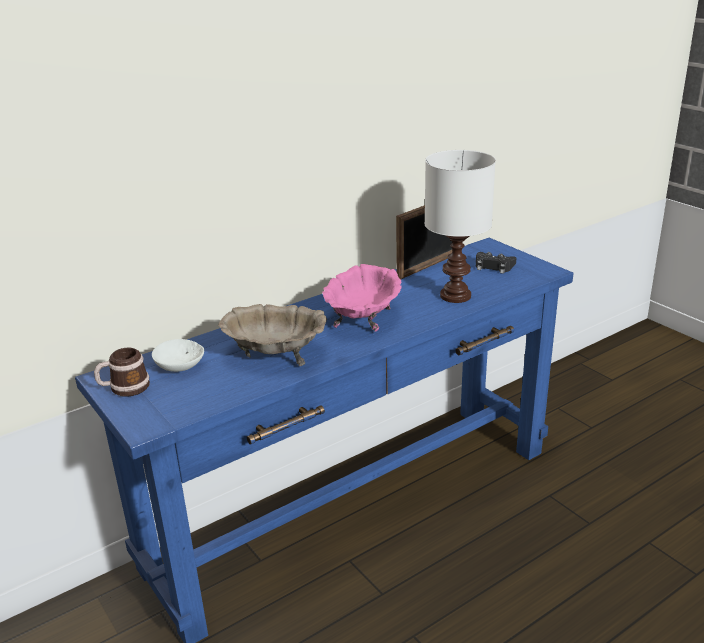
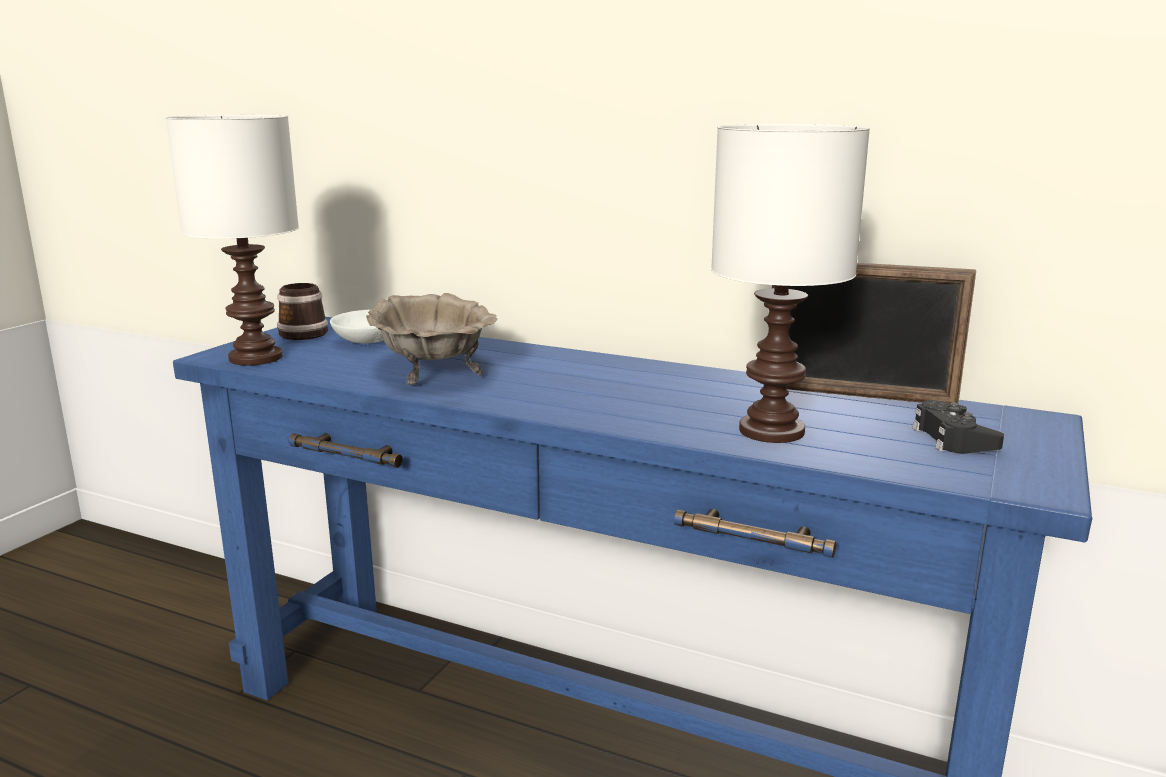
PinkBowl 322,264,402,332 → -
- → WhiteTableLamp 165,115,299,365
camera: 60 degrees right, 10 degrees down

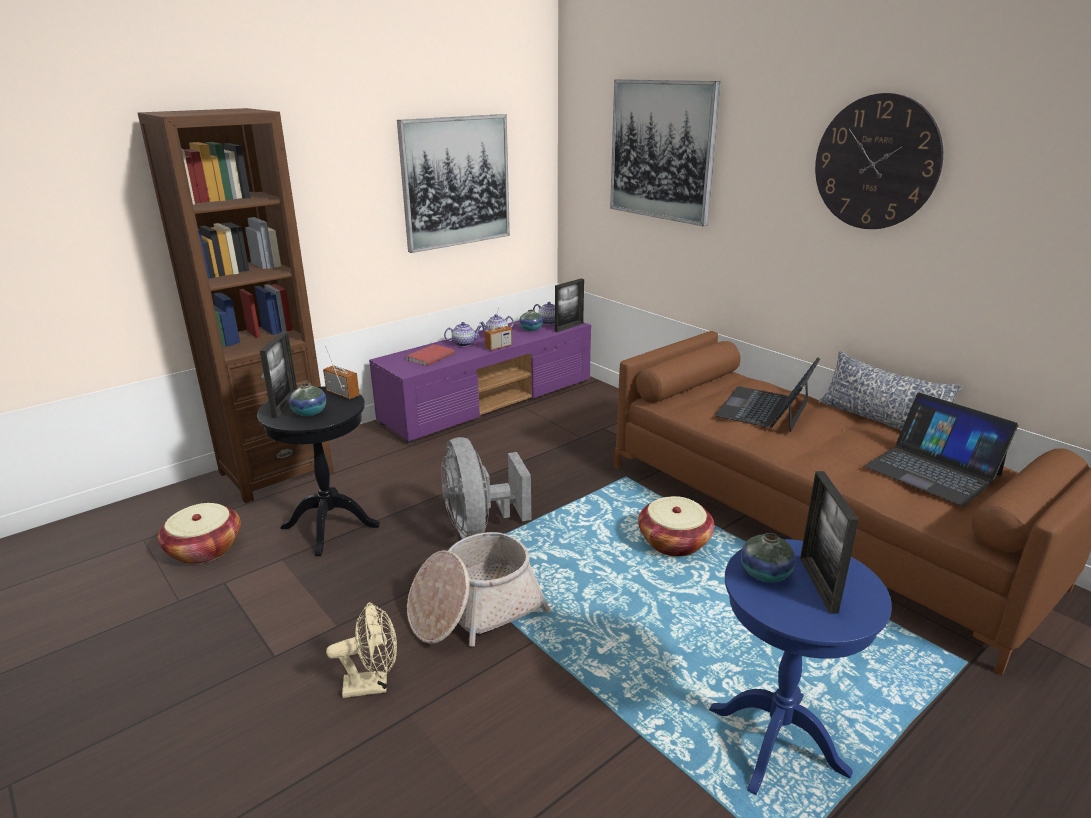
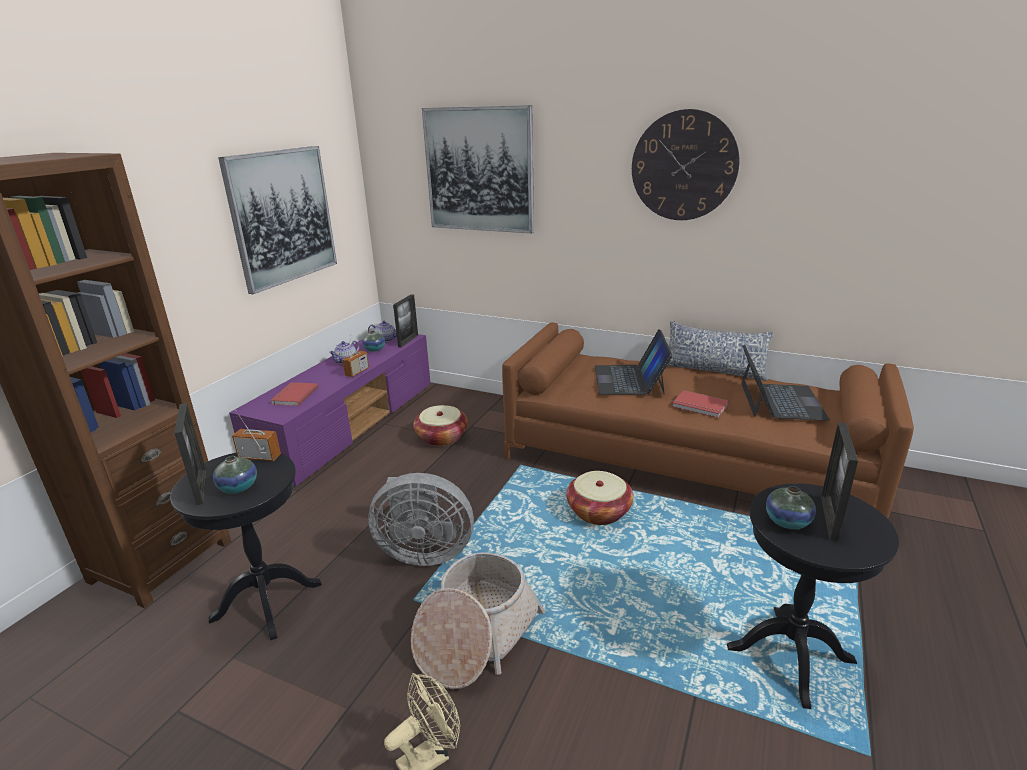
Teapot 444,322,482,347 → -
Laptop 865,393,1018,506 → Laptop 741,345,830,421, 105 degrees counterclockwise
GreyFan 441,437,532,539 → GreyFan 368,473,474,566, 45 degrees counterclockwise
PictureFrame 800,471,859,614 → PictureFrame 821,422,858,541, 45 degrees clockwise
Basket 158,503,241,564 → Basket 413,405,468,446, relocated
BlueSideTable 709,539,892,795 → BlackSideTable 727,483,899,709
- → RedBook 672,390,729,418
camera: 25 degrees left, 0 degrees up

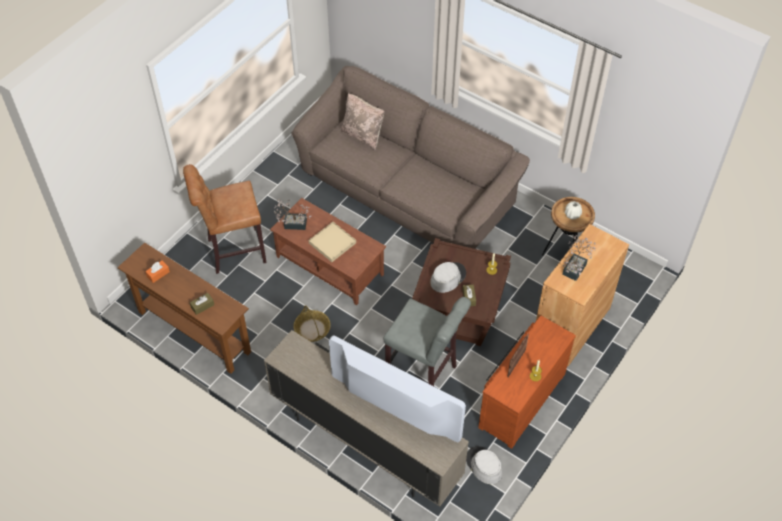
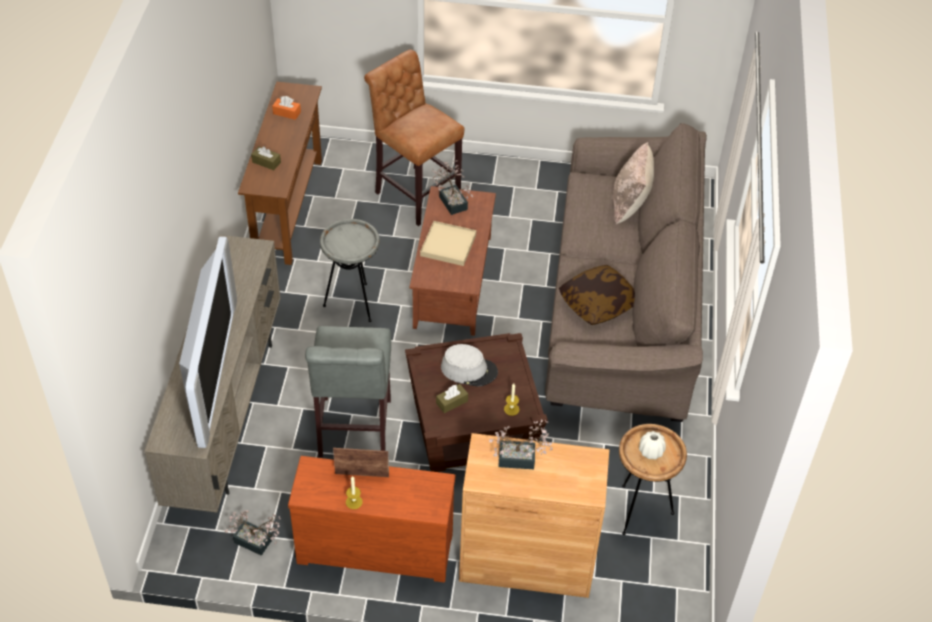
Basket 294,305,331,342 → GreySideTable 320,219,380,322
GreyHat 466,446,503,484 → PottedPlant 224,510,281,556
- → Pillow 559,265,635,325
camera: 60 degrees right, 5 degrees down

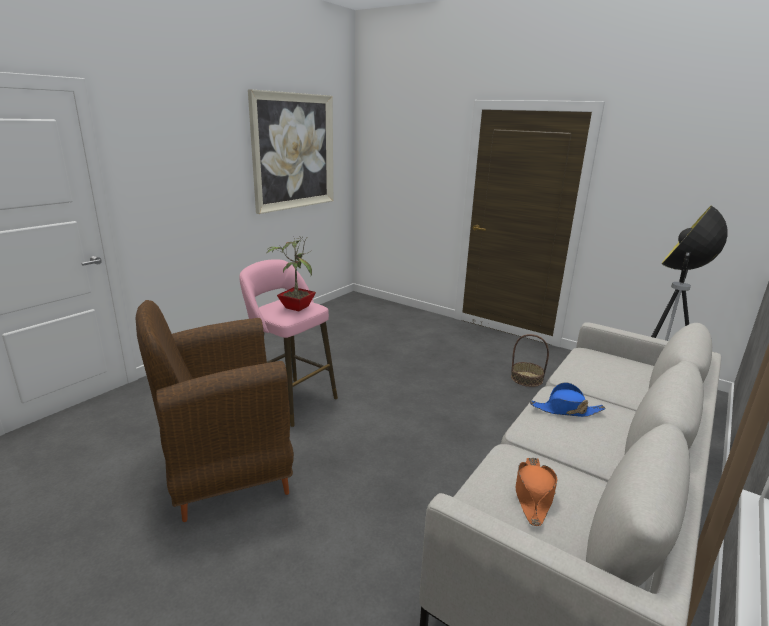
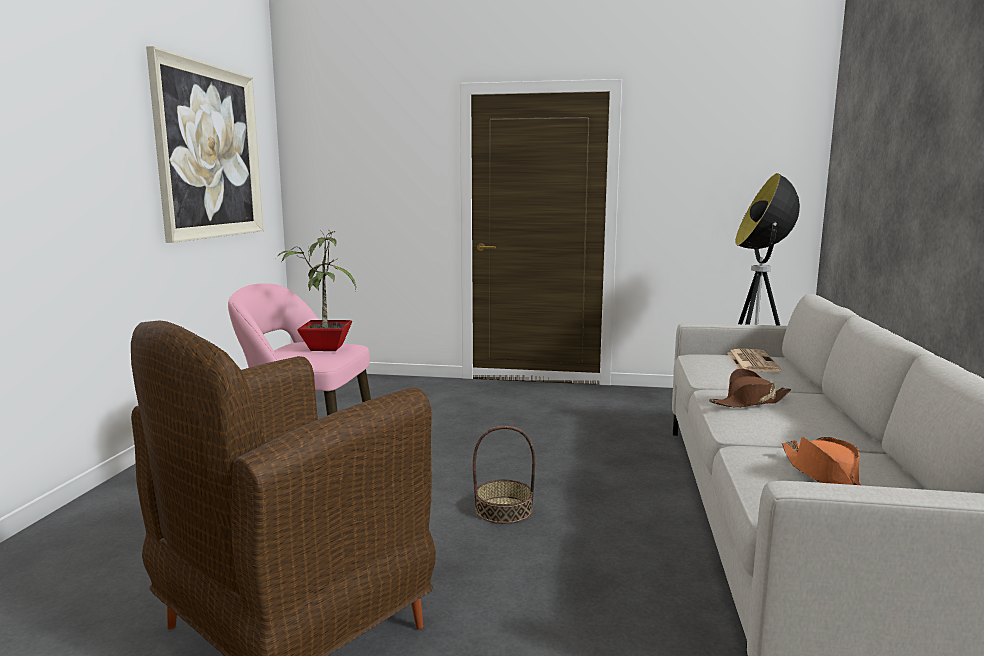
Basket 511,334,549,387 → Basket 473,426,535,524, relocated
BlueHat 530,382,605,417 → BrownHat 709,368,791,408
- → Newspaper 727,349,781,372
camera: 25 degrees left, 10 degrees down

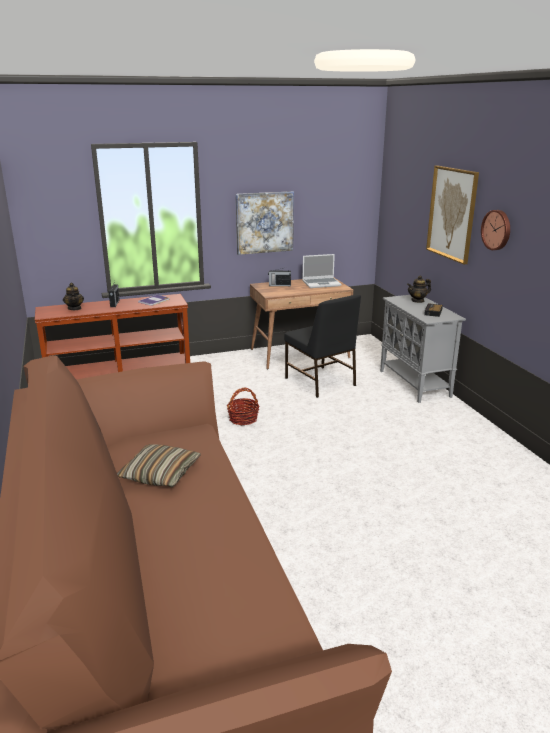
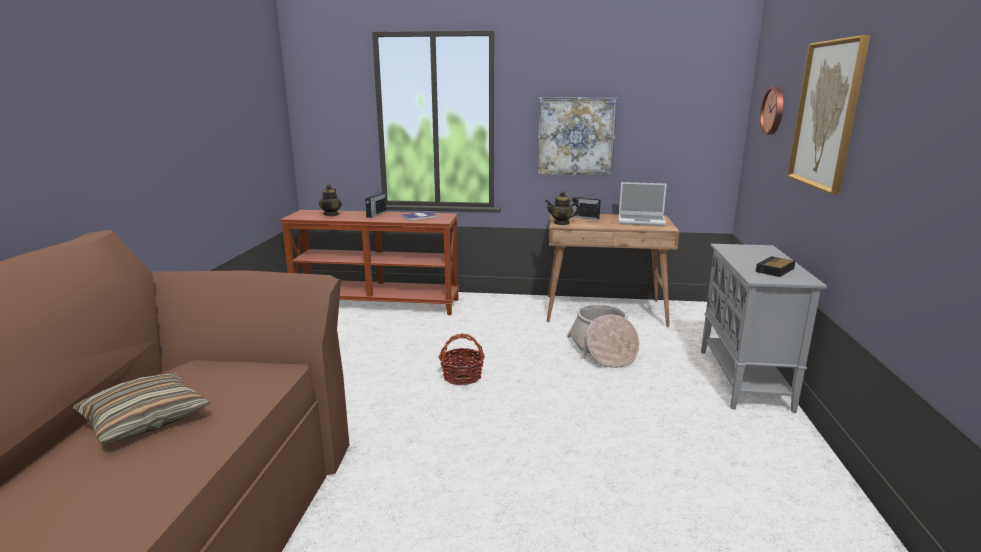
WallClock 481,210,510,250 → WallClock 760,87,784,135, relocated
Teapot 407,275,431,303 → Teapot 545,191,580,225, relocated
BlackChair 284,295,361,398 → Basket 567,305,639,368
camera: 25 degrees right, 5 degrees down

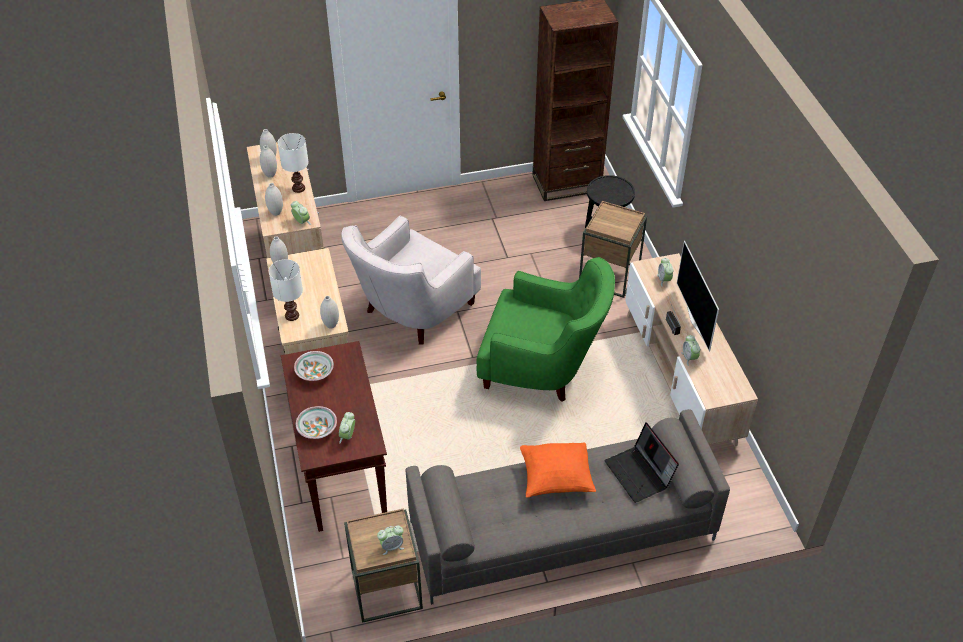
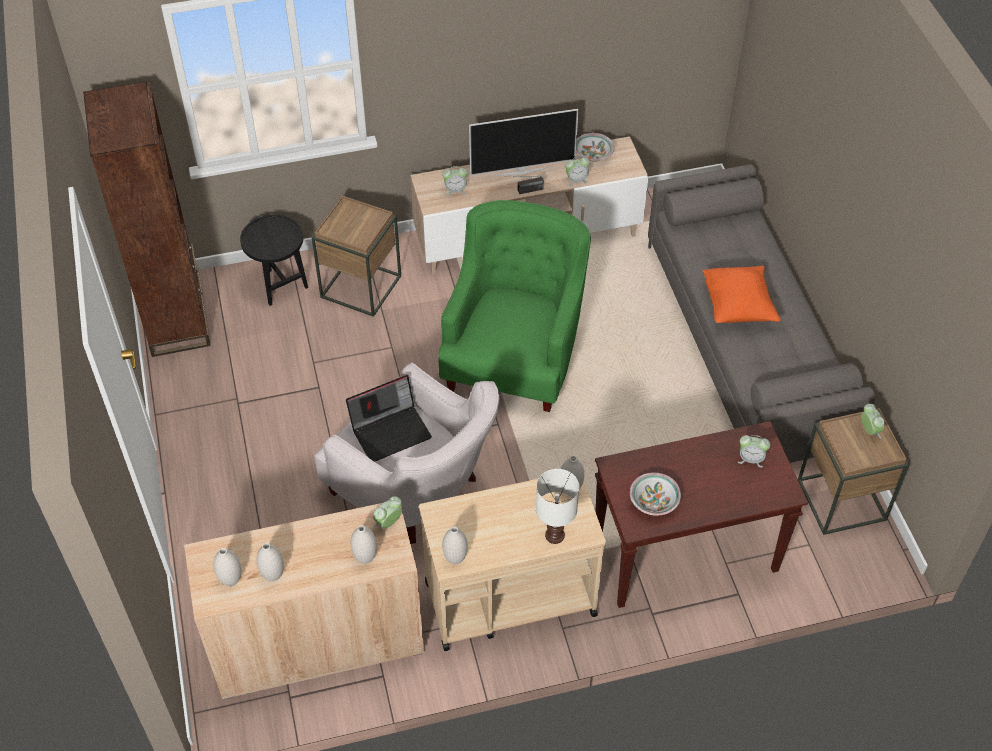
WhiteTableLamp 278,133,309,193 → -
Bowl 296,406,337,439 → Bowl 576,133,614,161, relocated
Laptop 604,422,679,503 → Laptop 346,375,432,462, relocated
camera: 90 degrees left, 5 degrees up

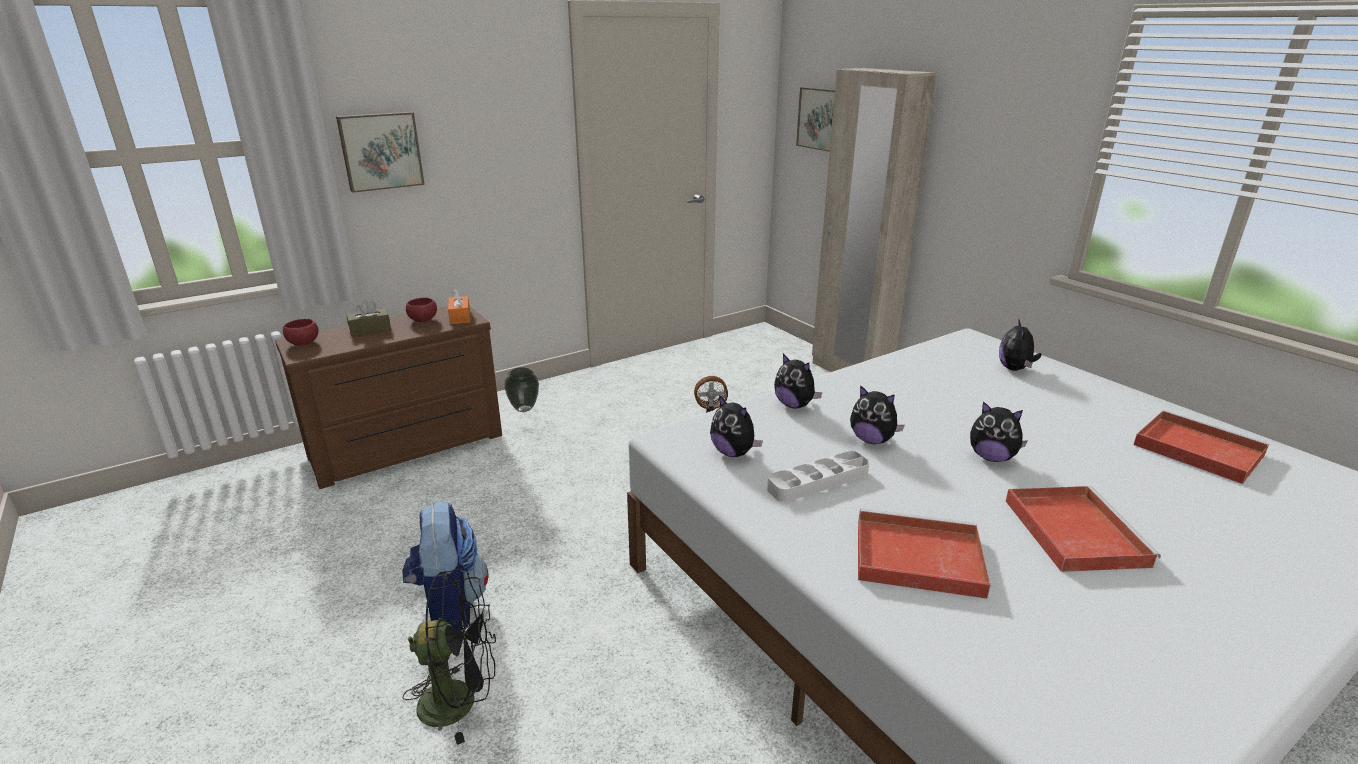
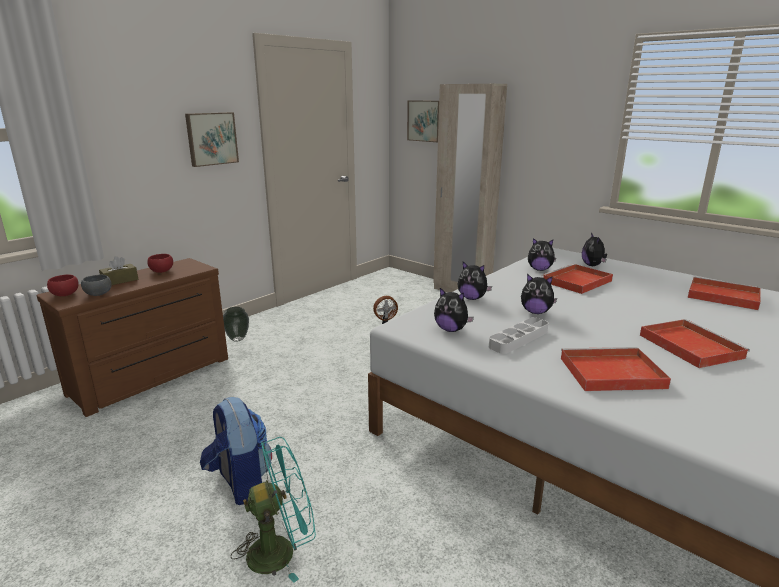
Picture 336,112,425,193 → Picture 185,112,239,167, relocated
OrangeTissueBox 448,288,470,324 → -
PlushToy 970,401,1028,462 → PlushToy 528,238,556,271, relocated
BlackFan 403,568,496,745 → TurquoiseFan 231,437,316,583
- → RedTray 542,264,613,294
- → GreyBowl 81,275,112,296
camera: 15 degrees left, 5 degrees down

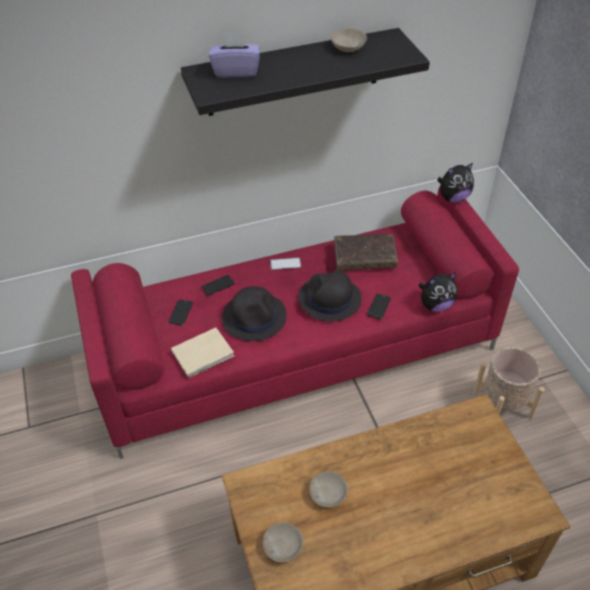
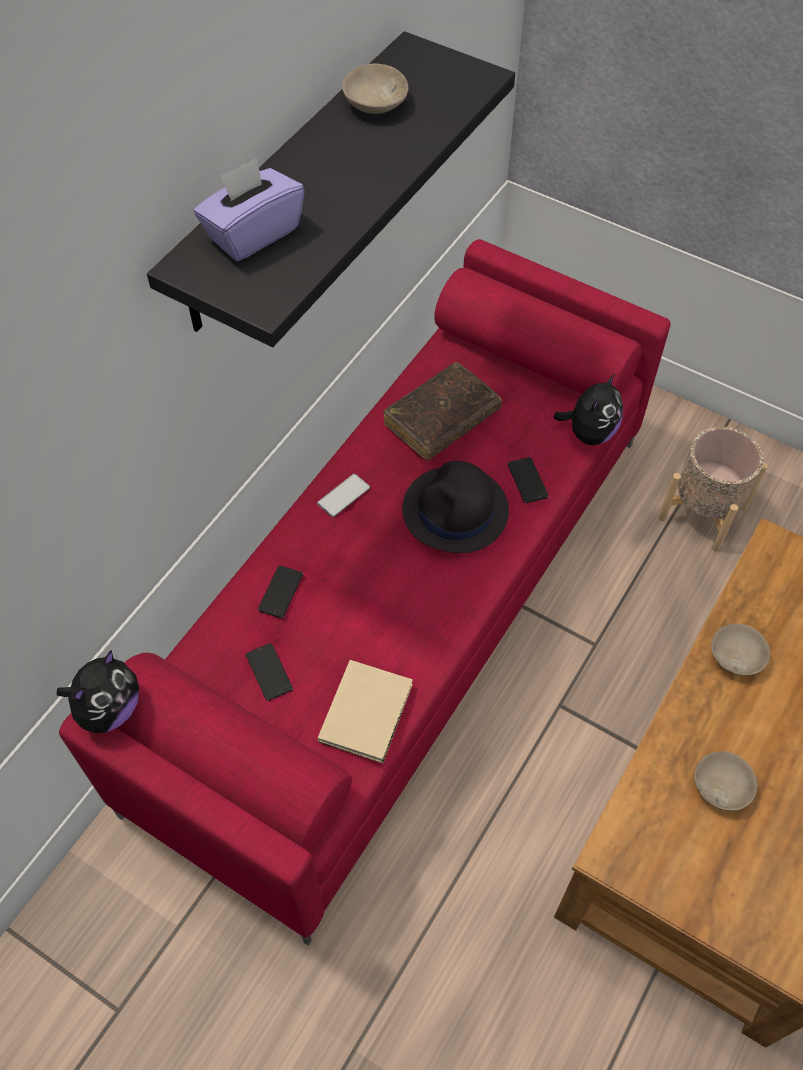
PlushToy 437,163,474,202 → PlushToy 57,650,139,733, relocated
BlackHat 222,286,287,341 → -
BeigeBowl 263,522,303,563 → BeigeBowl 711,624,770,676, relocated
camera: 40 degrees left, 10 degrees up

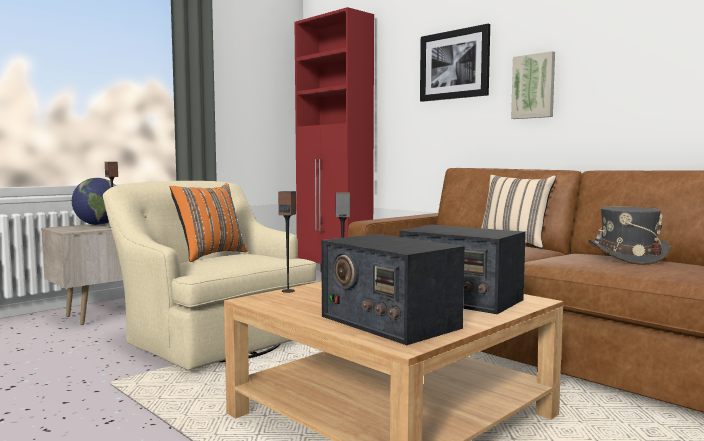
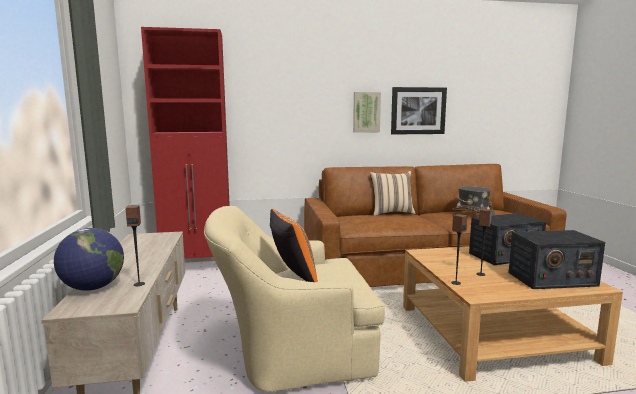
Picture 420,24,490,102 → Picture 391,87,447,135, relocated
camera: 55 degrees left, 5 degrees up

